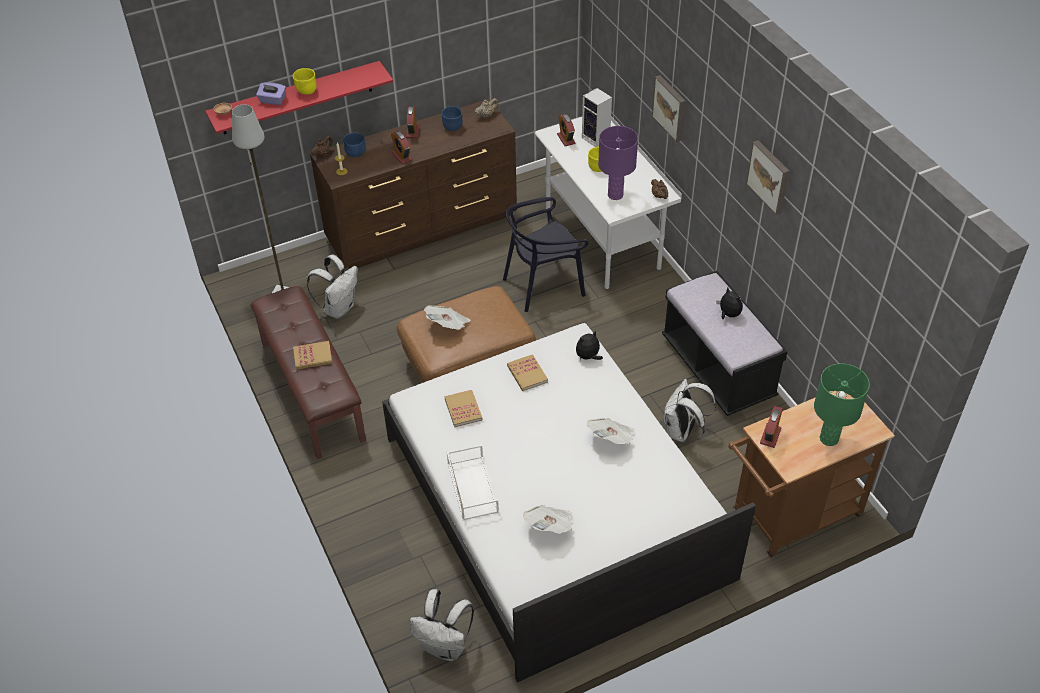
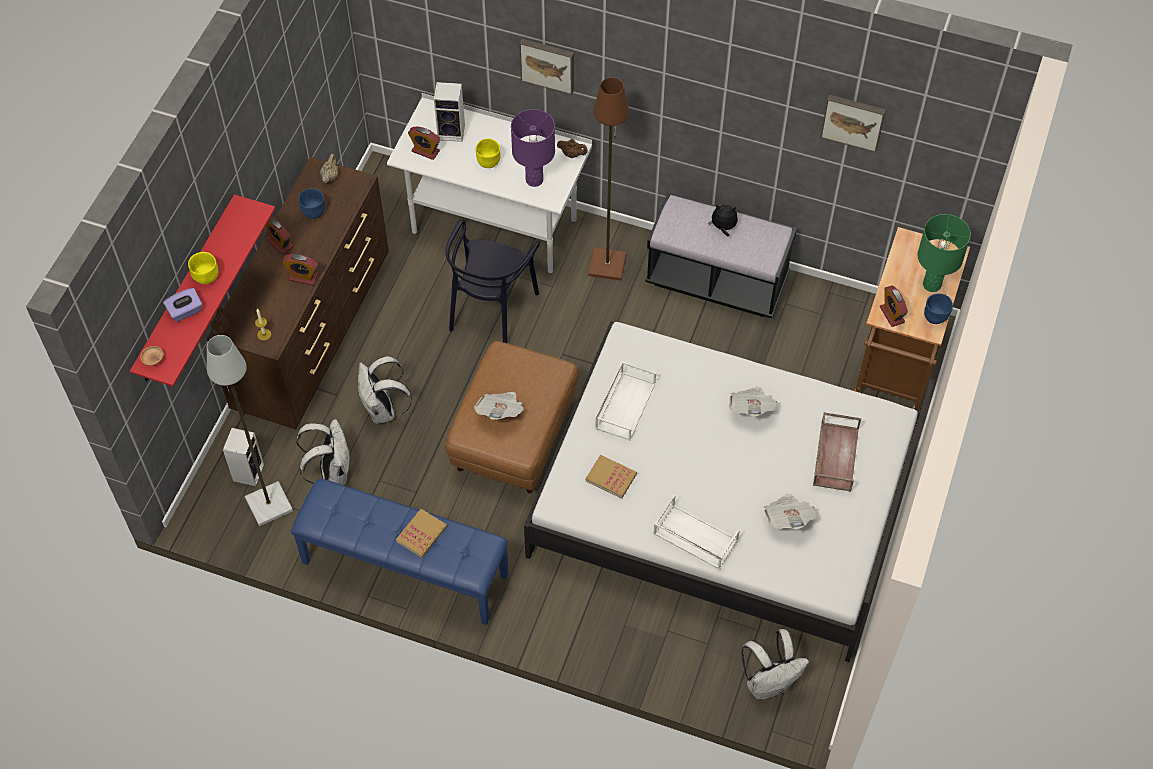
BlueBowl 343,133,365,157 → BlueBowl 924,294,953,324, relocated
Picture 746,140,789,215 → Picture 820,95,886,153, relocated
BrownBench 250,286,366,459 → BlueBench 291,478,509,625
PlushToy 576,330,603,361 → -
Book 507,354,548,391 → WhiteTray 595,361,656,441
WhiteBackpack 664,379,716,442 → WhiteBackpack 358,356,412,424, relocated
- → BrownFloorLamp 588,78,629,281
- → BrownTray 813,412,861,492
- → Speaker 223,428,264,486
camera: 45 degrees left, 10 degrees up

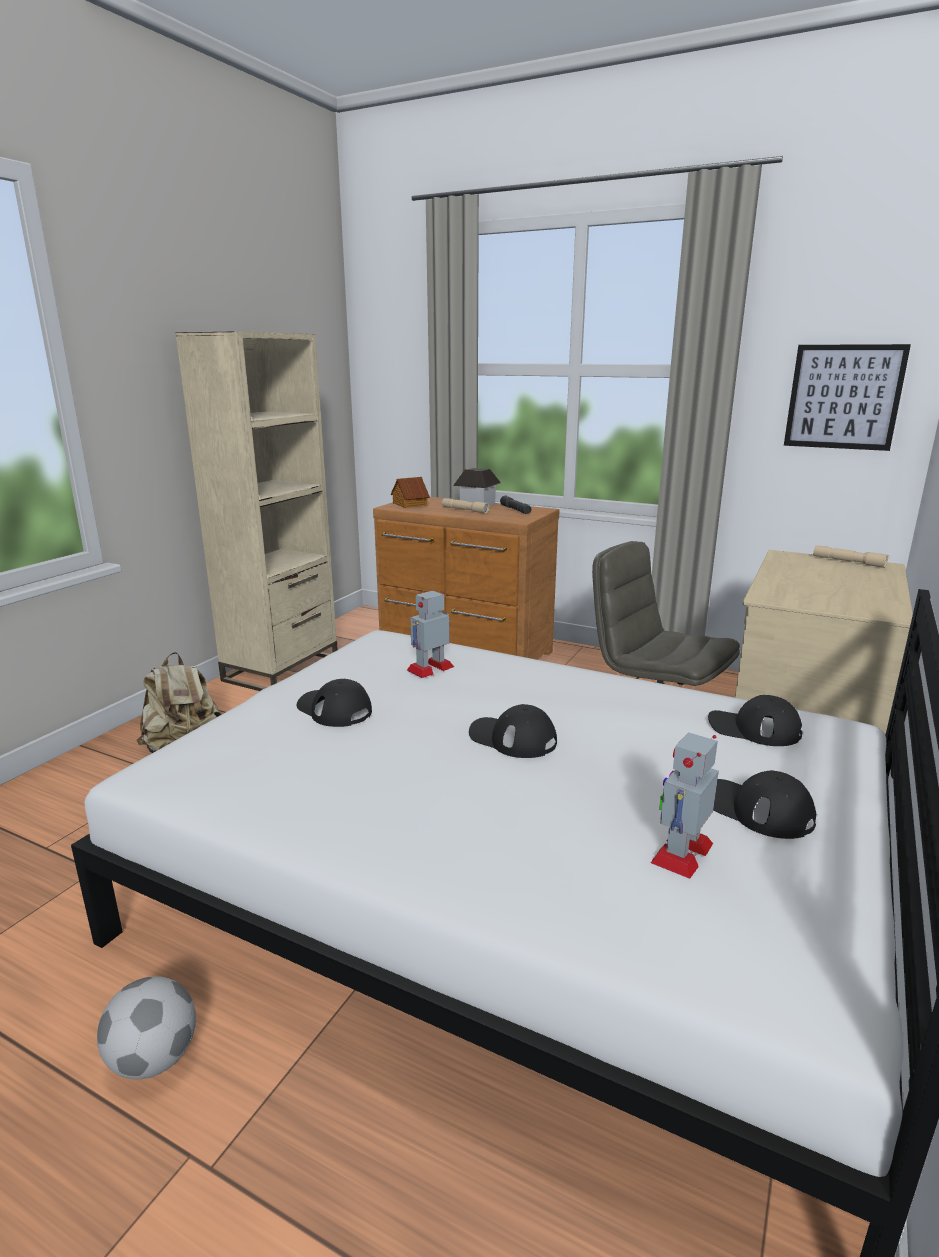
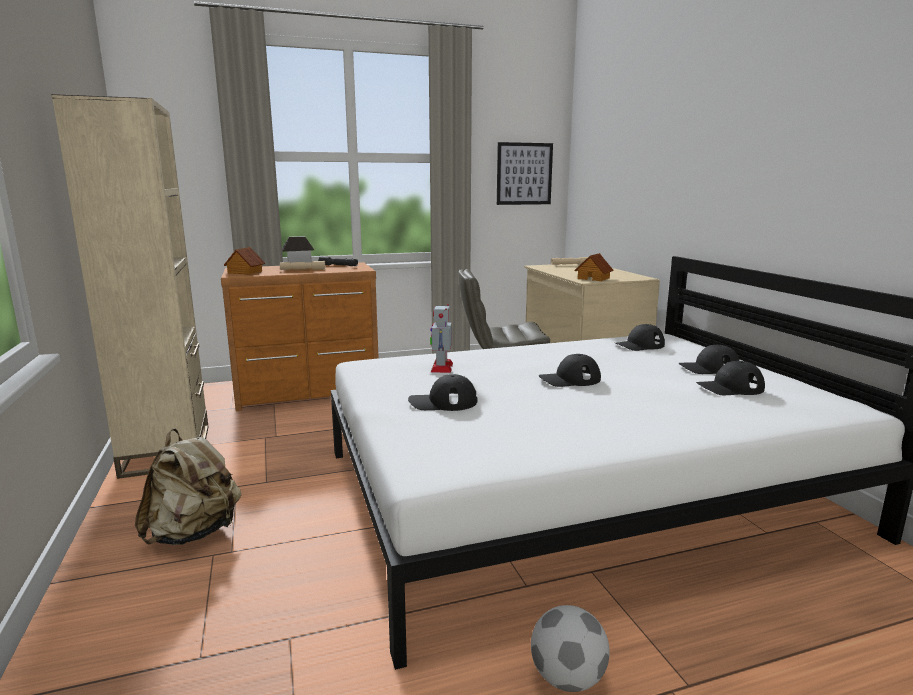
ToyRobot 651,732,719,879 → BlackCap 696,361,765,395
- → ToyHouse 574,253,613,281
camera: 45 degrees left, 5 degrees down

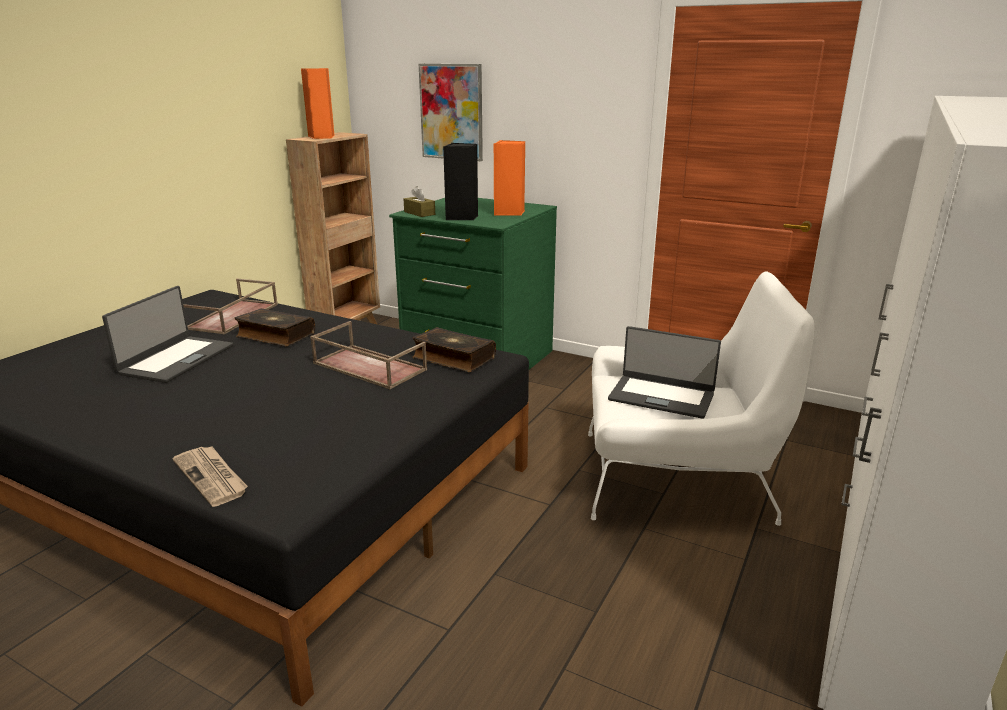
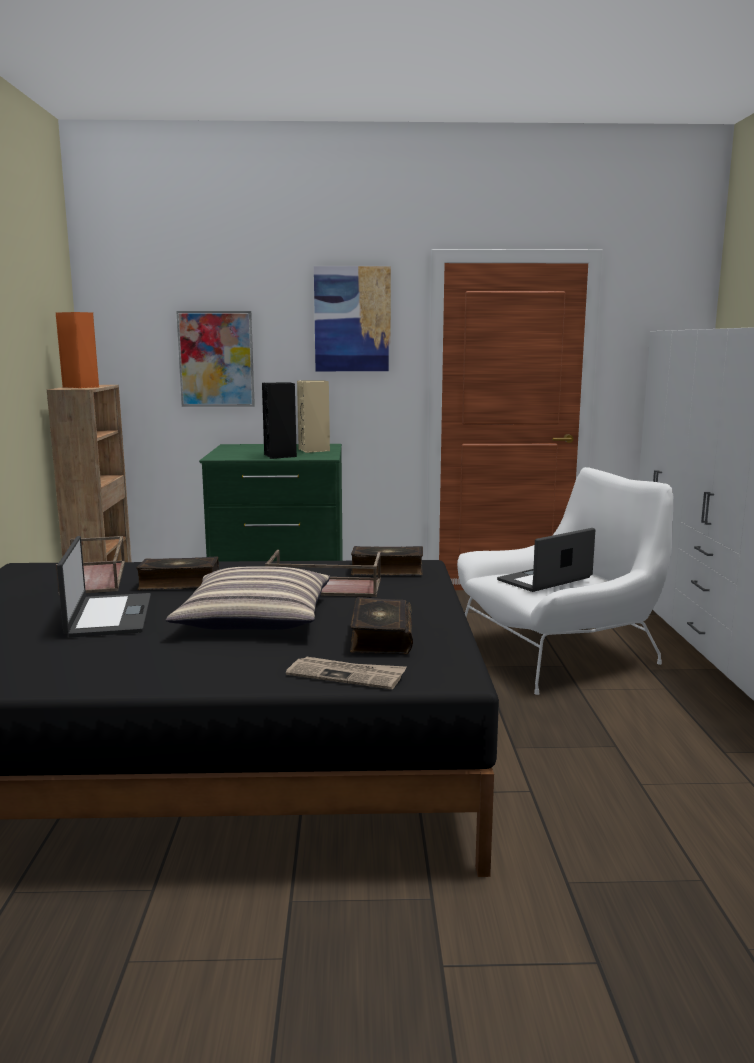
OrangeSpeaker 494,140,525,216 → BeigeSpeaker 297,380,330,453
BrownTissueBox 403,186,435,217 → -
Laptop 608,326,721,419 → Laptop 497,528,595,592, 150 degrees clockwise
- → Picture 314,266,391,371
- → Pillow 166,566,330,630
- → Book 350,597,413,654
camera: 30 degrees left, 10 degrees down

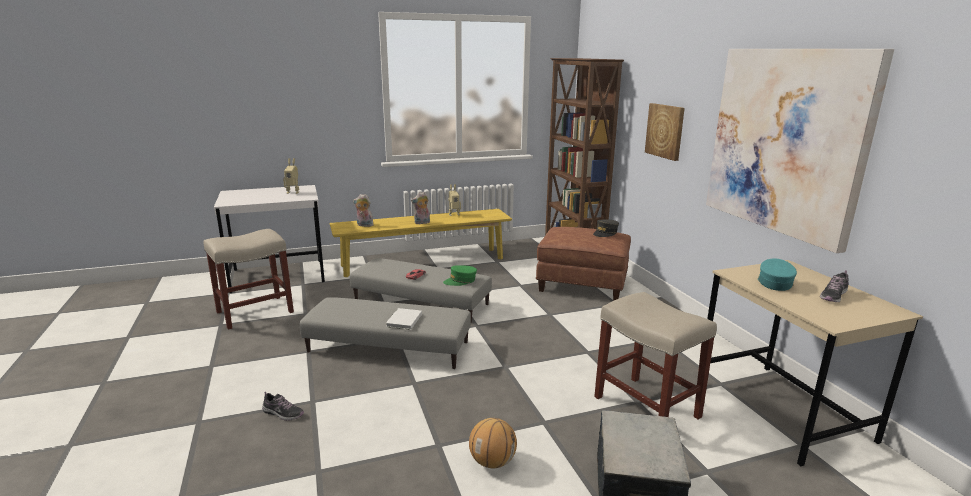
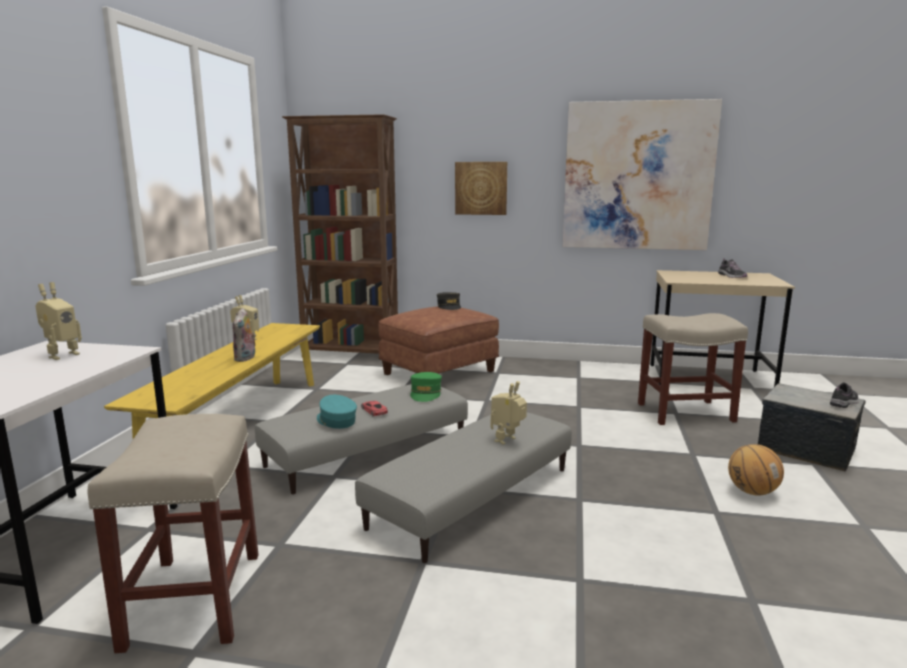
PlushToy 353,194,374,227 → -
TurquoiseCap 758,258,797,291 → TurquoiseCap 317,395,357,429, relocated
WhiteBook 386,308,422,330 → ToyRobot 491,381,527,445
Shoe 262,391,304,421 → Shoe 830,382,859,408, relocated
camera: 60 degrees left, 5 degrees down

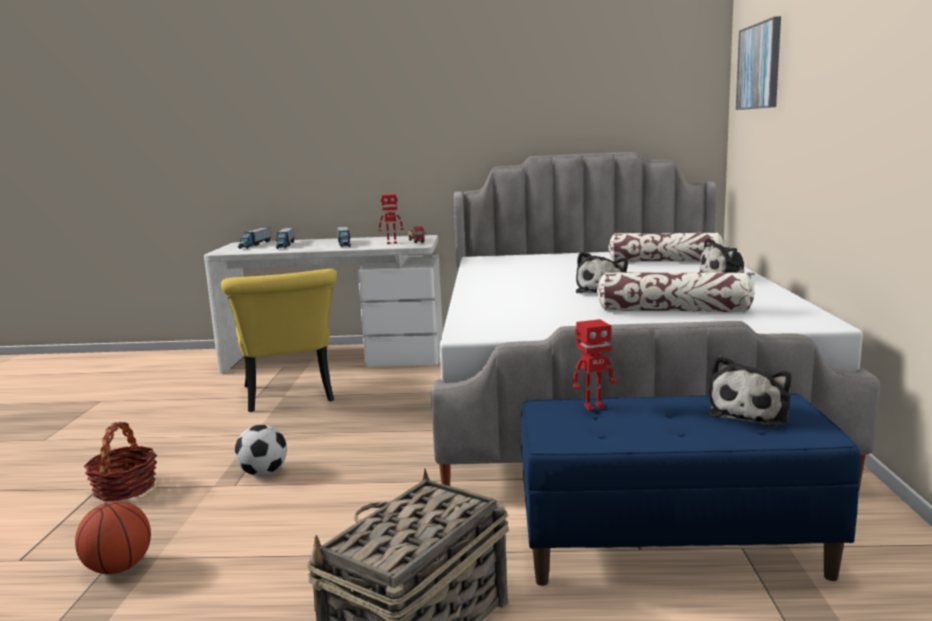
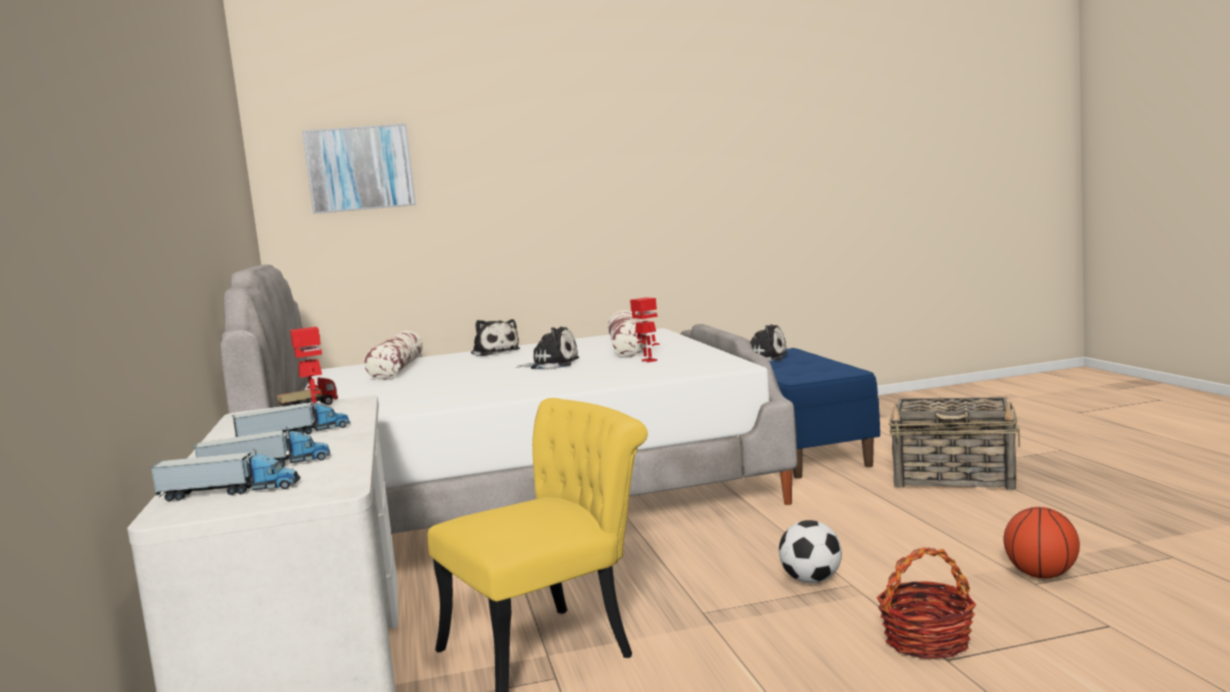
ToyRobot 573,319,617,411 → ToyRobot 630,297,659,362, relocated
camera: 105 degrees left, 5 degrees down

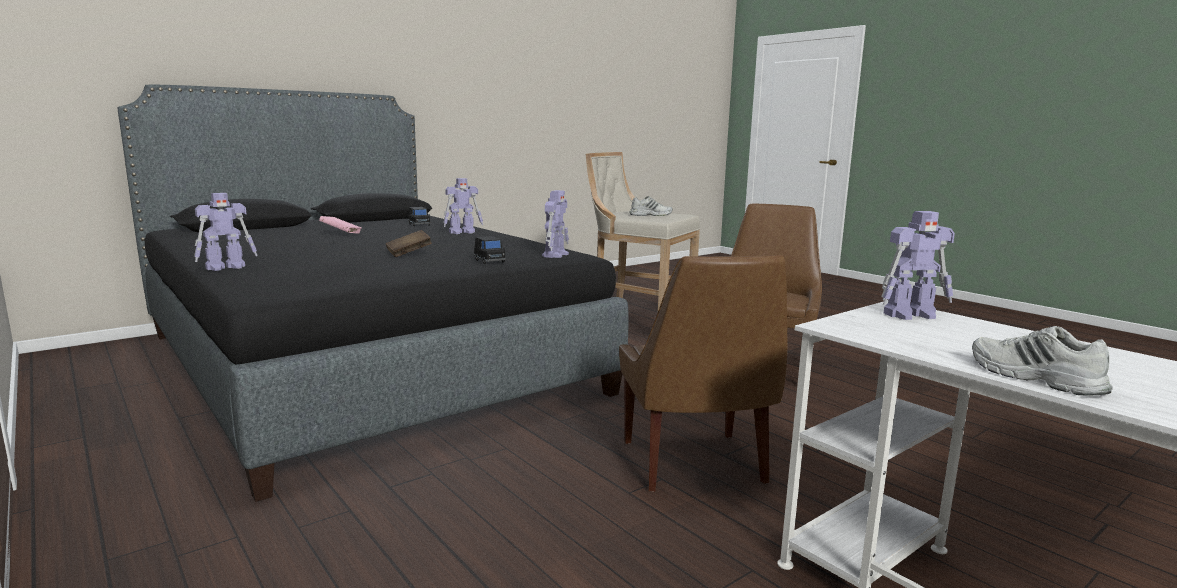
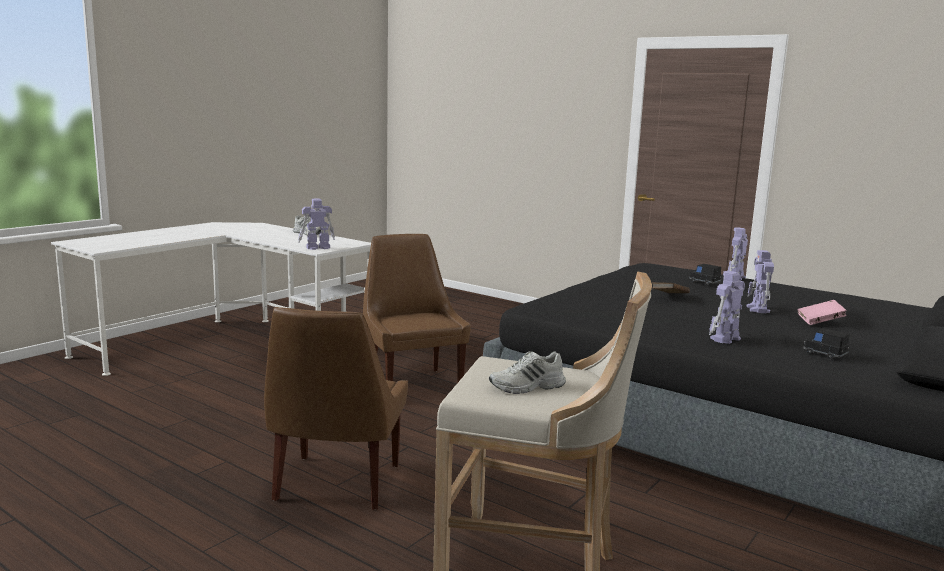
ToyRobot 542,190,569,258 → ToyRobot 746,250,774,313, relocated
BlackToyCar 474,236,506,264 → BlackToyCar 689,264,721,285, relocated
camera: 165 degrees right, 0 degrees up

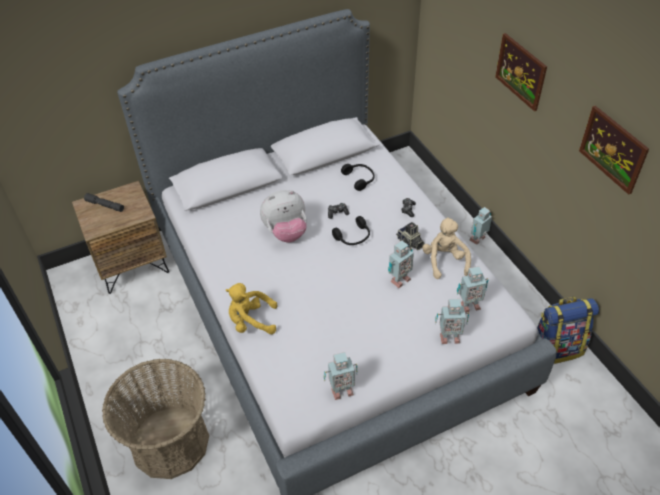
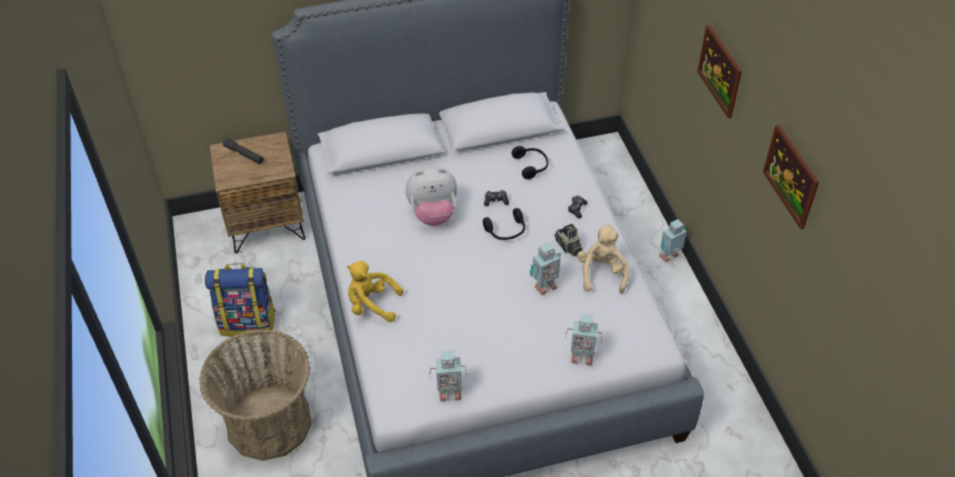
ToyRobot 457,266,489,313 → -
Backpack 537,297,599,364 → Backpack 205,263,276,337, relocated
camera: 10 degrees right, 0 degrees up

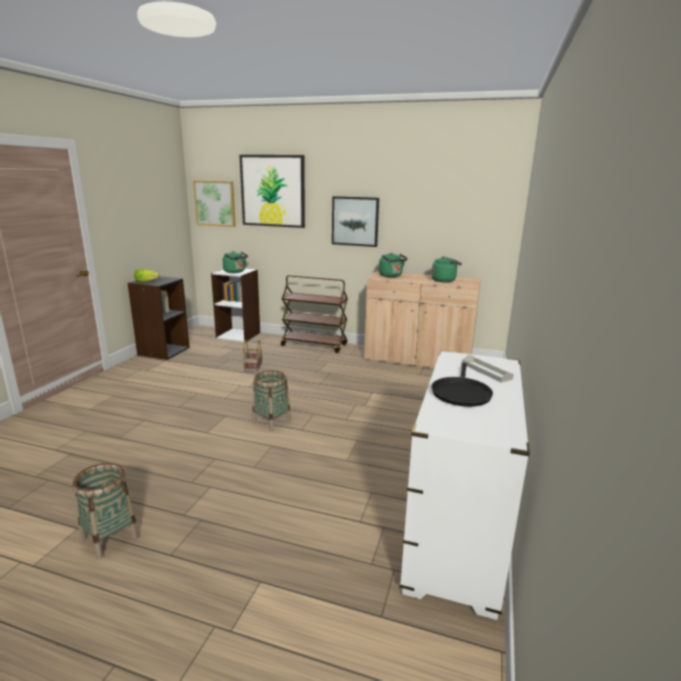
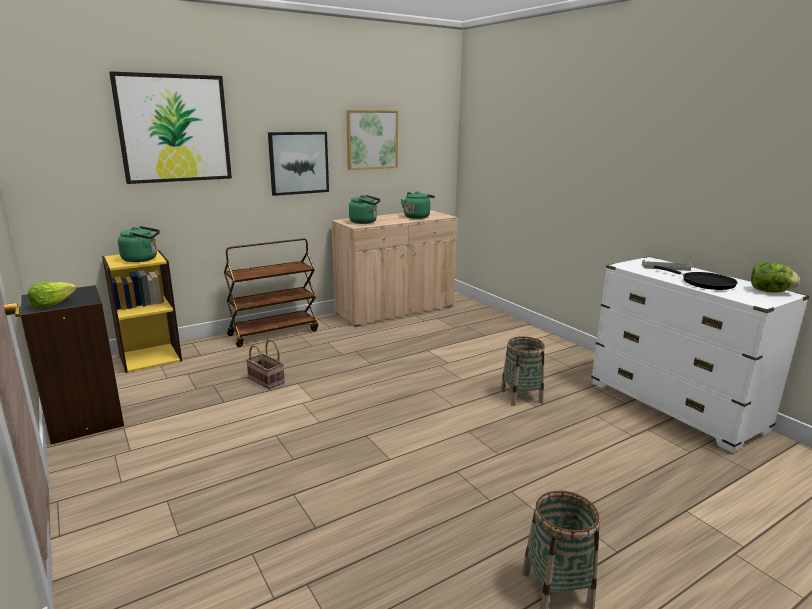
Picture 193,181,236,227 → Picture 346,110,398,170, relocated
WhiteBookcase 211,269,260,342 → YellowBookcase 102,250,182,373
Basket 252,370,291,431 → Basket 501,337,545,406, relocated
- → Lettuce 751,262,800,292
camera: 50 degrees left, 0 degrees up

